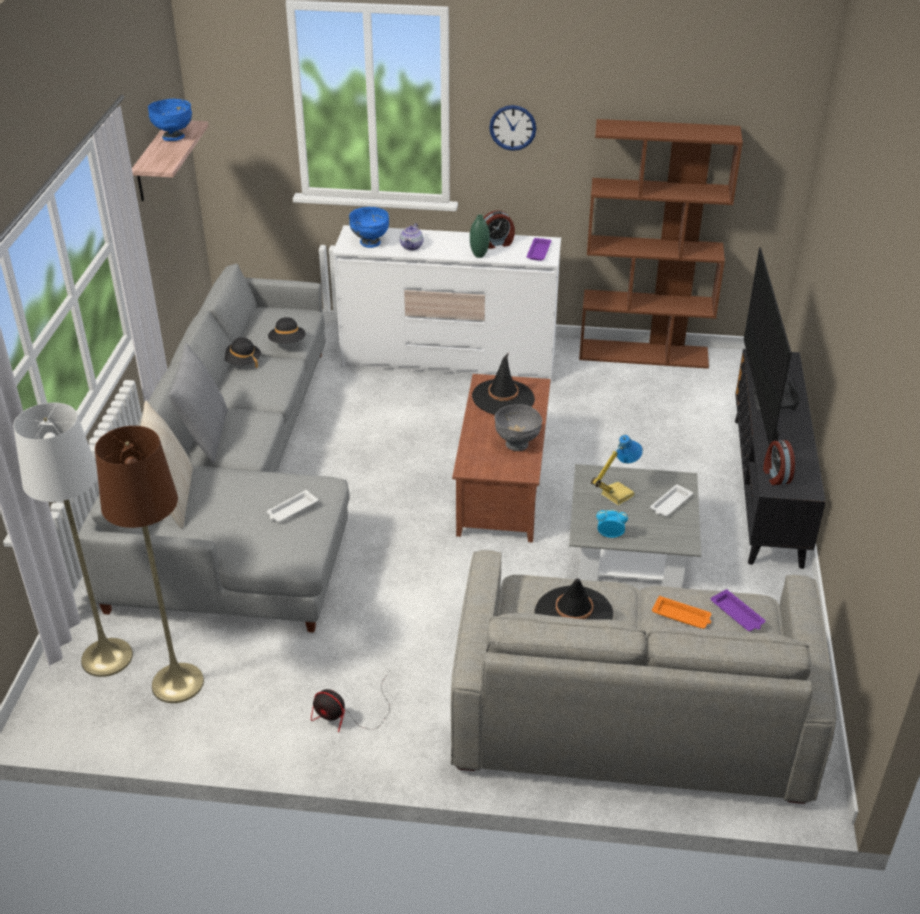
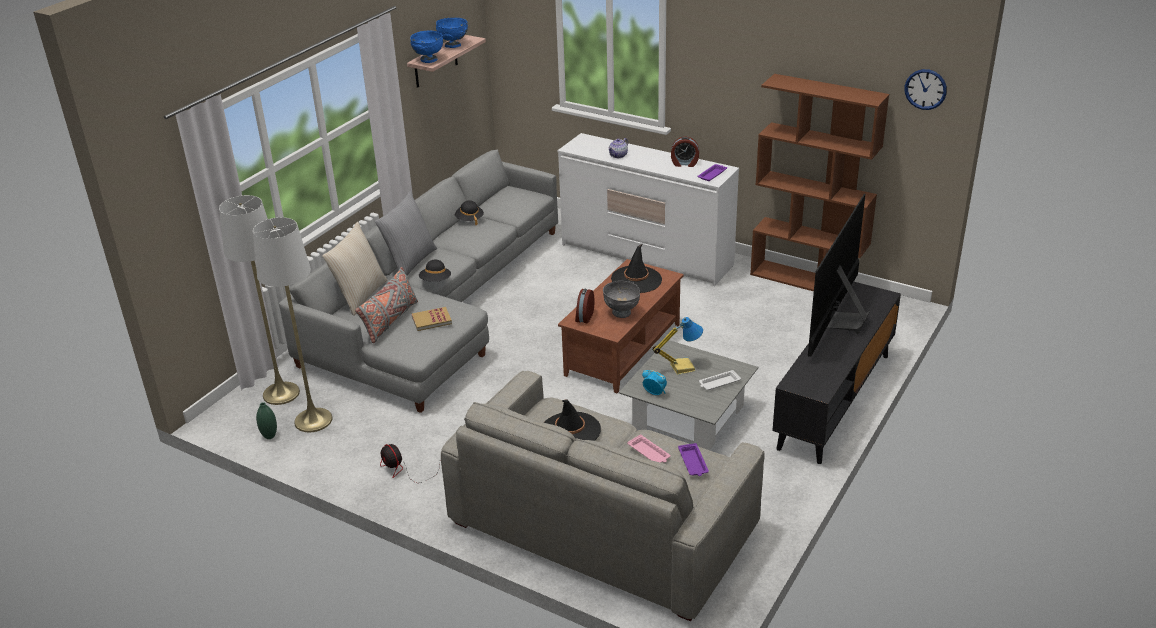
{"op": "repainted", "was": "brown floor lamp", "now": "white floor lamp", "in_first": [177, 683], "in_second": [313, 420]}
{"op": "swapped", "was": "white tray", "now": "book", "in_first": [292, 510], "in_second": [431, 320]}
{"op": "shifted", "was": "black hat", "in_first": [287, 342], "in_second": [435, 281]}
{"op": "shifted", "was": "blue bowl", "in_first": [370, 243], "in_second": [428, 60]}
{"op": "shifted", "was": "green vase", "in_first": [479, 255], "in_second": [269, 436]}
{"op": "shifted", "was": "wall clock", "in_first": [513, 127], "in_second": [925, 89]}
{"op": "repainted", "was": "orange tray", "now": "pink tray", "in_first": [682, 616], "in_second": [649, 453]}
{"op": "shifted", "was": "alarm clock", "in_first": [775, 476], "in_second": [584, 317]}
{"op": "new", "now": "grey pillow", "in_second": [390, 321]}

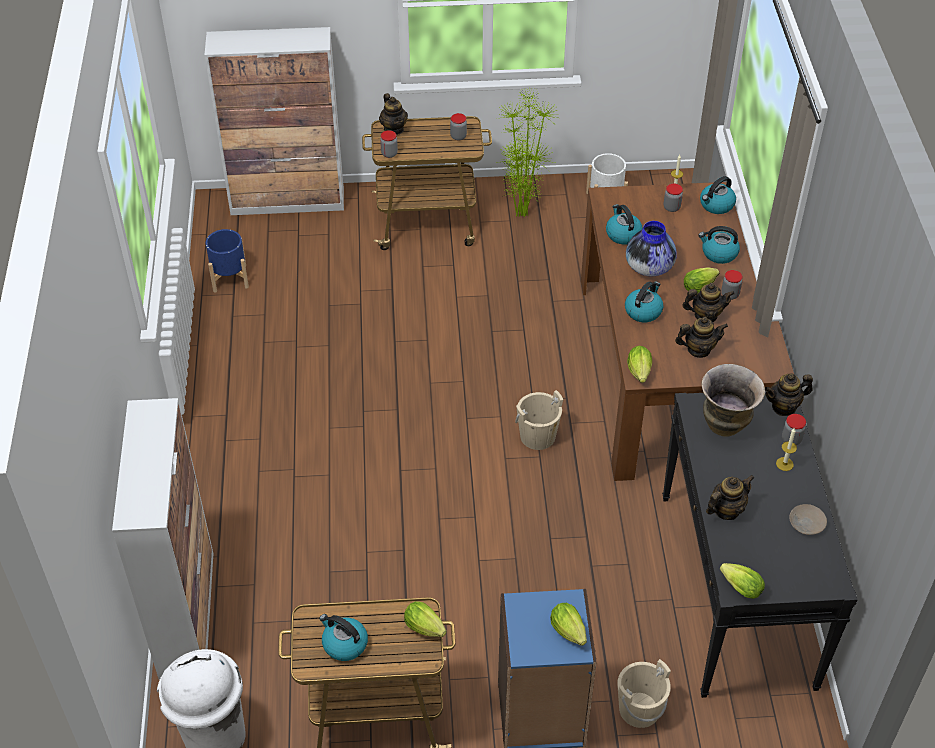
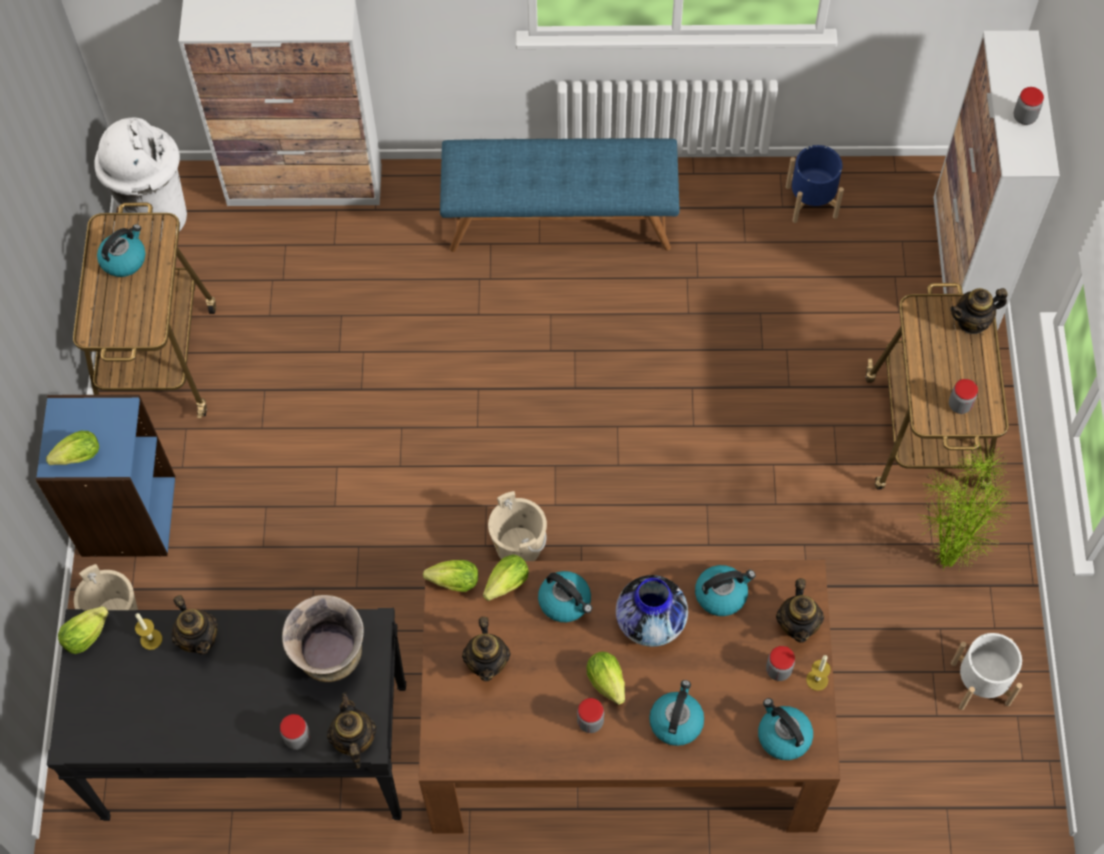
{"op": "shifted", "was": "jar", "in_first": [389, 154], "in_second": [1024, 117]}
{"op": "shifted", "was": "lettuce", "in_first": [426, 629], "in_second": [504, 585]}
{"op": "shifted", "was": "teapot", "in_first": [705, 316], "in_second": [798, 624]}
{"op": "shifted", "was": "candle", "in_first": [784, 464], "in_second": [151, 639]}
{"op": "gone", "was": "beige plate", "in_first": [806, 523]}
{"op": "new", "now": "blue bench", "in_second": [560, 218]}

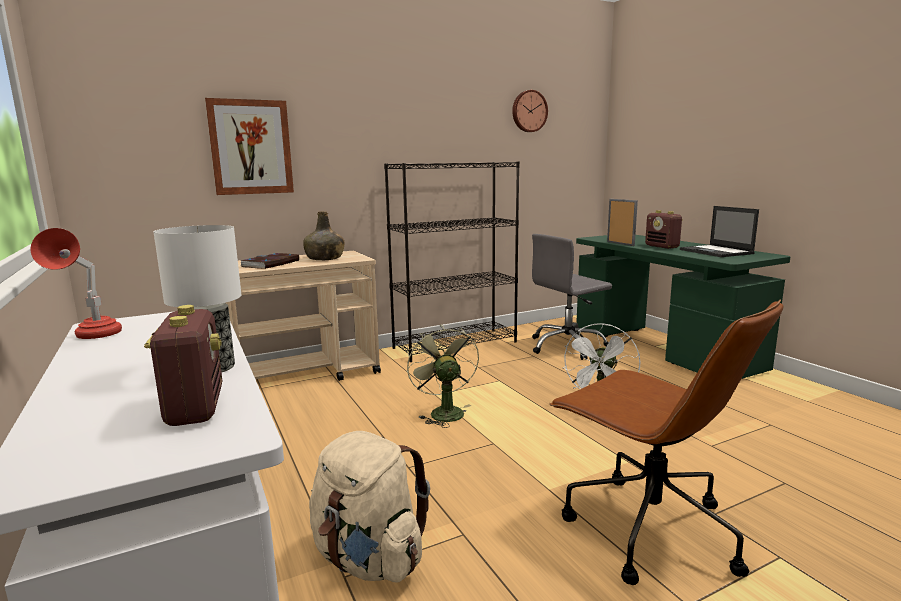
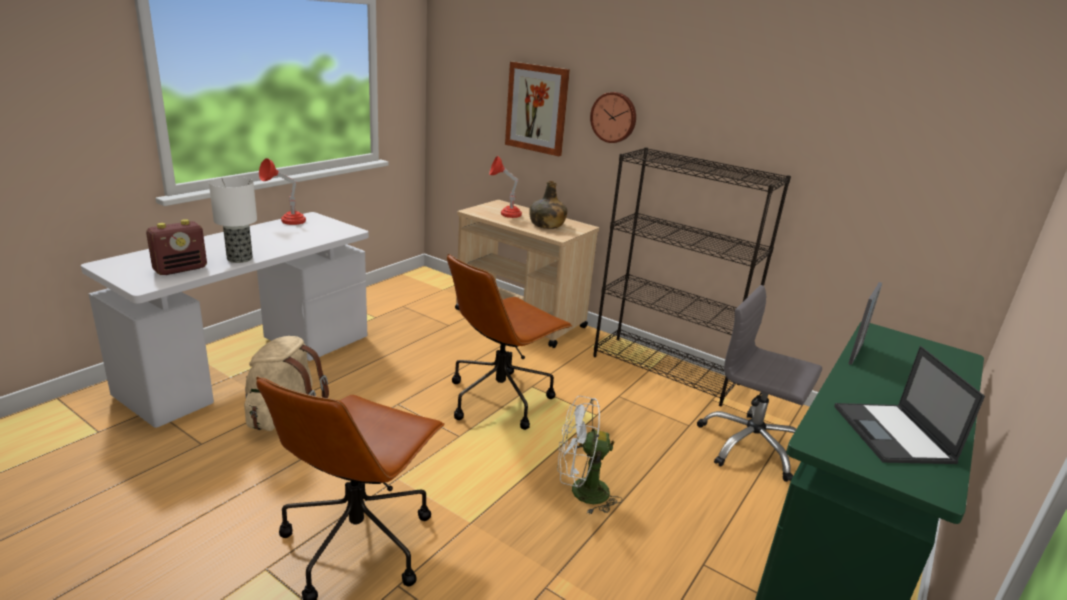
{"op": "swapped", "was": "book", "now": "red table lamp", "in_first": [271, 264], "in_second": [504, 214]}
{"op": "swapped", "was": "green fan", "now": "brown office chair", "in_first": [443, 412], "in_second": [500, 398]}
{"op": "shifted", "was": "wall clock", "in_first": [528, 111], "in_second": [614, 117]}
{"op": "gone", "was": "radio", "in_first": [662, 246]}
{"op": "rotated", "was": "laptop", "in_first": [716, 252], "in_second": [893, 434], "clockwise": -45}

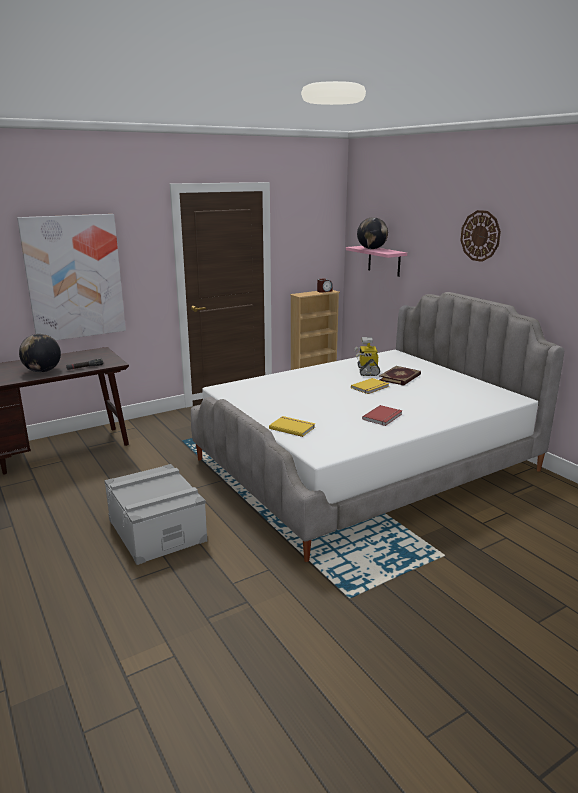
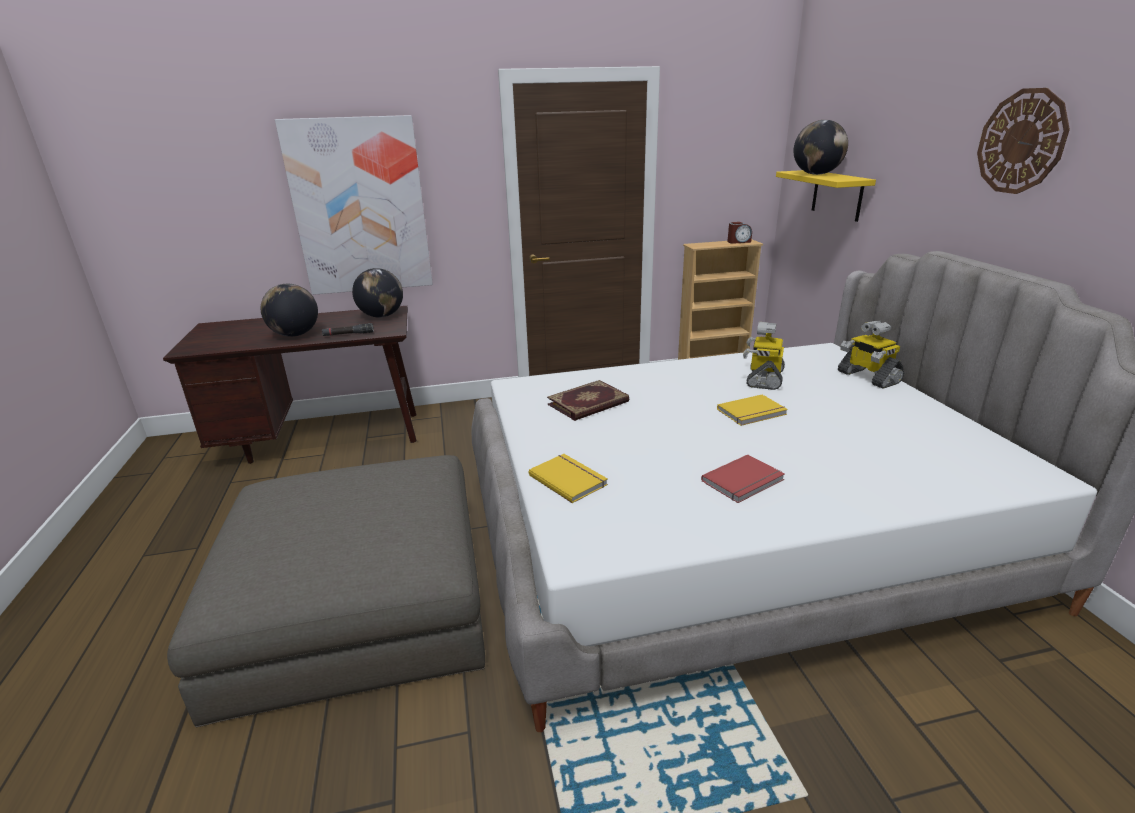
{"op": "swapped", "was": "grey storage box", "now": "grey ottoman", "in_first": [157, 530], "in_second": [357, 600]}
{"op": "repainted", "was": "pink shelf", "now": "yellow shelf", "in_first": [384, 261], "in_second": [837, 195]}
{"op": "shifted", "was": "book", "in_first": [400, 377], "in_second": [589, 404]}
{"op": "new", "now": "globe", "in_second": [381, 316]}
{"op": "new", "now": "toy robot", "in_second": [867, 377]}

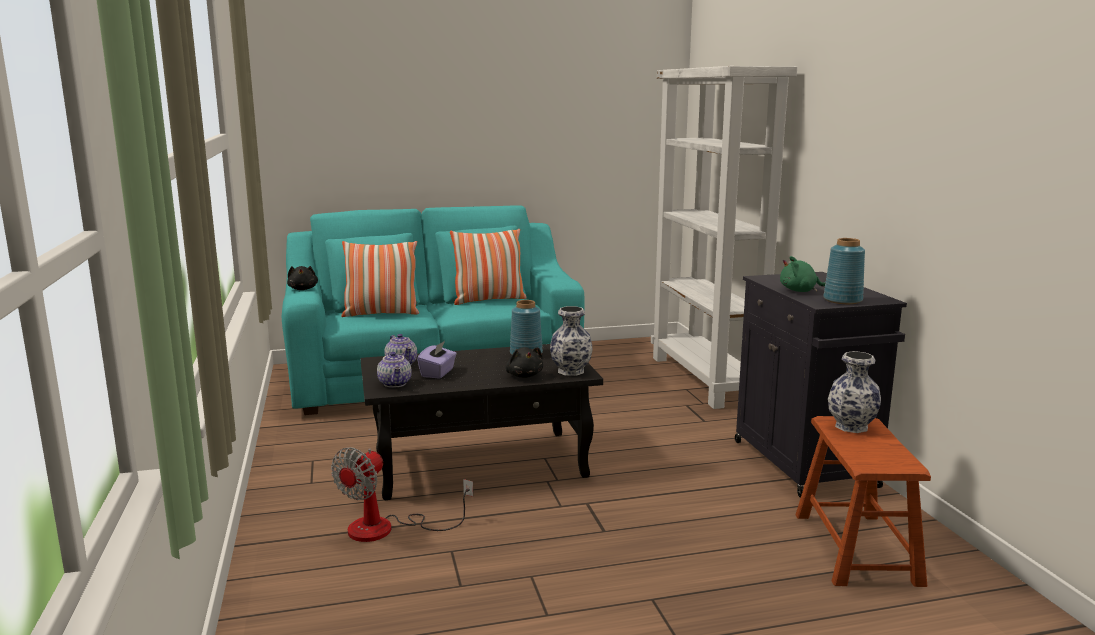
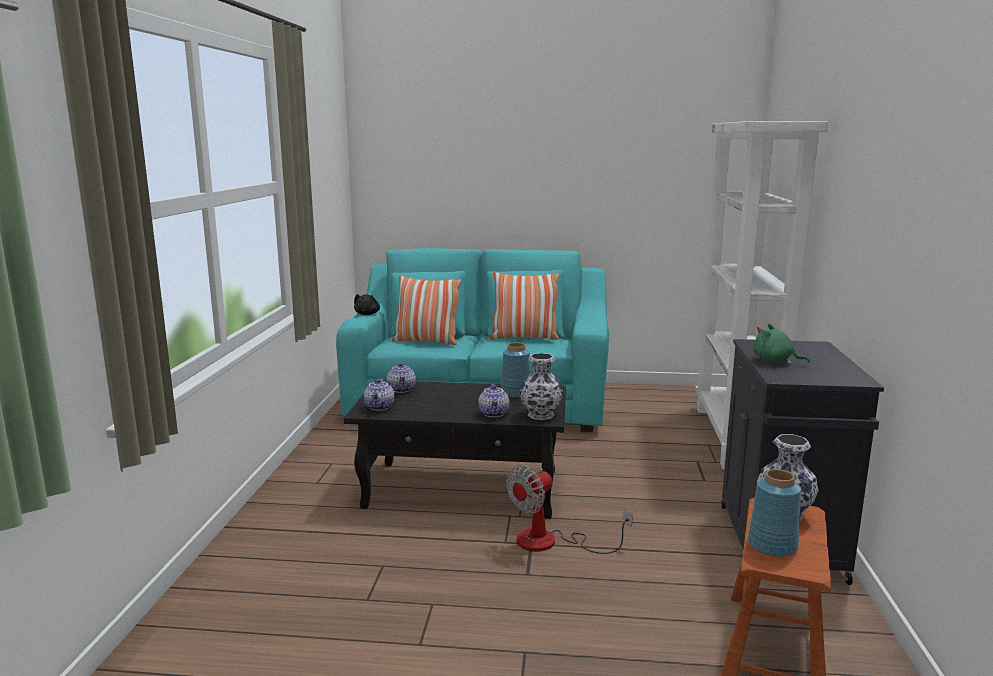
{"op": "shifted", "was": "fan", "in_first": [387, 529], "in_second": [551, 542]}
{"op": "gone", "was": "purple tissue box", "in_first": [438, 373]}
{"op": "swapped", "was": "black plush toy", "now": "teapot", "in_first": [524, 375], "in_second": [494, 414]}
{"op": "shifted", "was": "blue vase", "in_first": [842, 300], "in_second": [771, 545]}

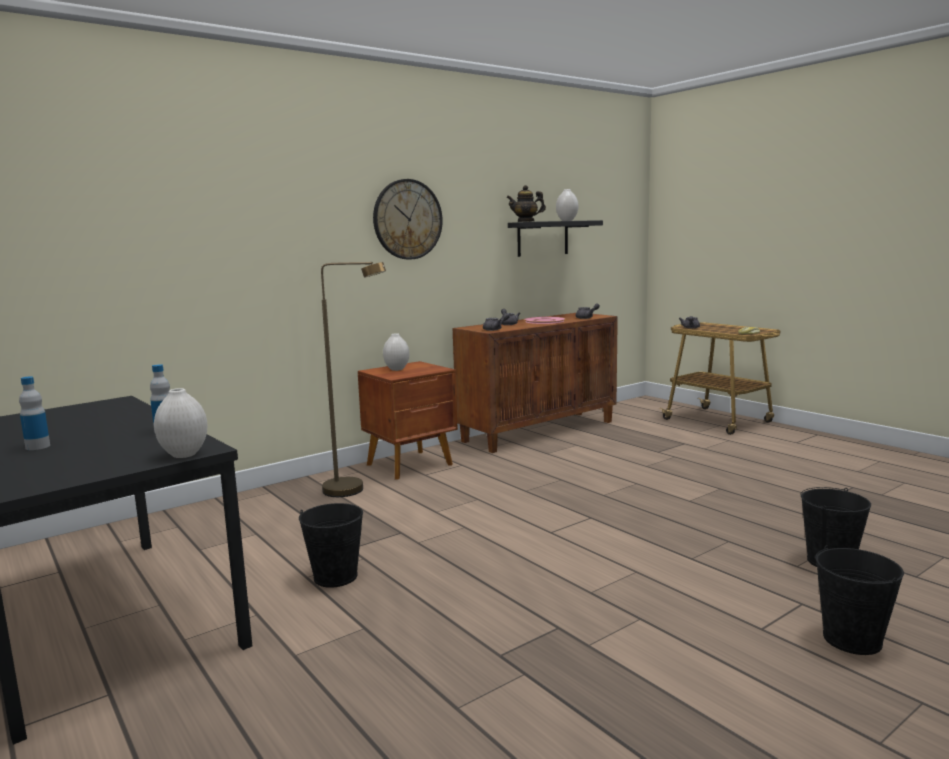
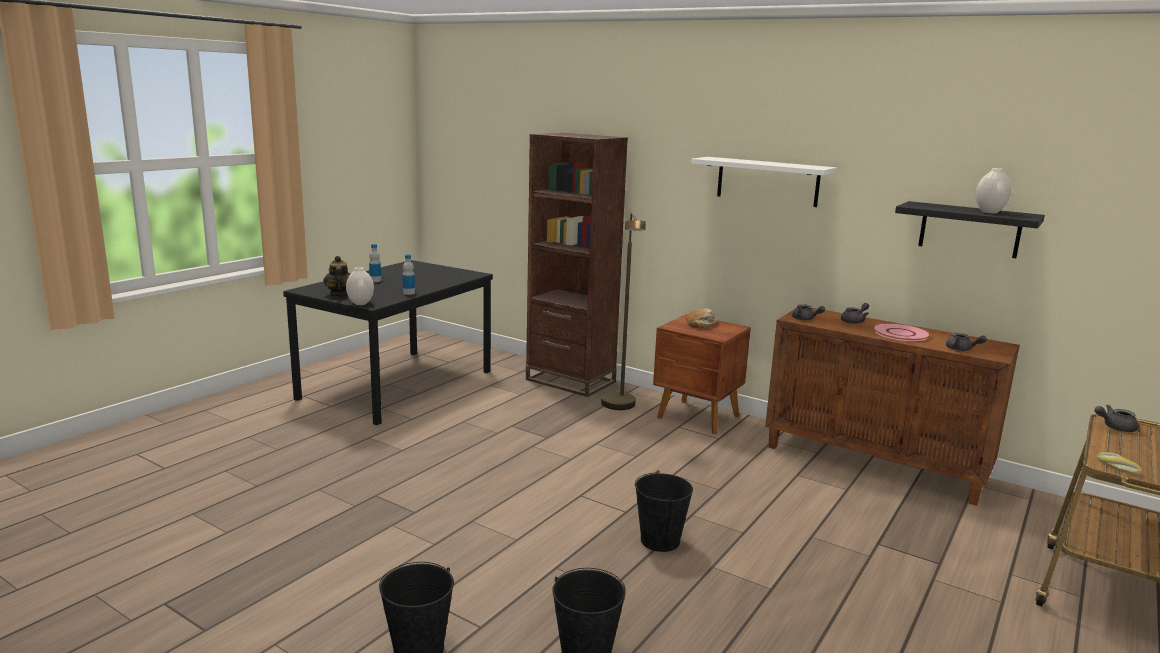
{"op": "shifted", "was": "black bucket", "in_first": [335, 576], "in_second": [660, 540]}
{"op": "swapped", "was": "wall clock", "now": "white shelf", "in_first": [407, 219], "in_second": [767, 181]}
{"op": "swapped", "was": "white vase", "now": "bread", "in_first": [396, 369], "in_second": [701, 324]}
{"op": "shifted", "was": "teapot", "in_first": [526, 221], "in_second": [339, 294]}
{"op": "new", "now": "brown bookcase", "in_second": [570, 381]}

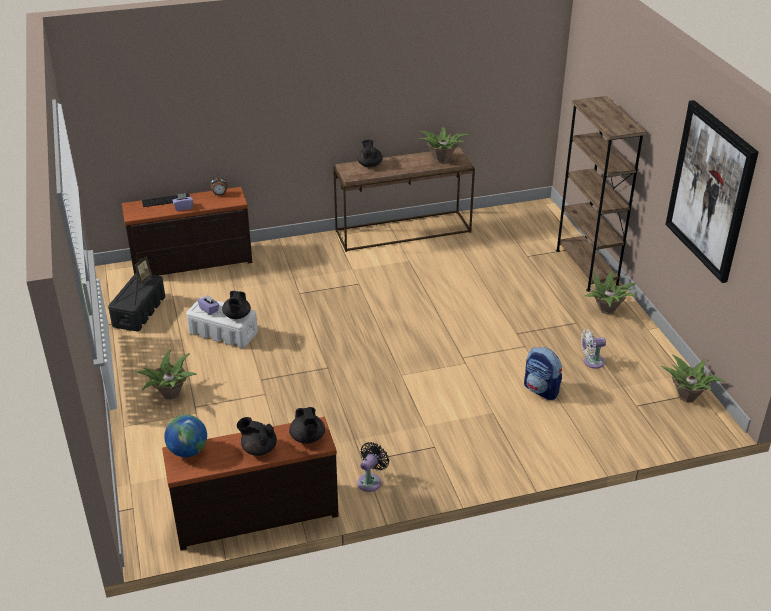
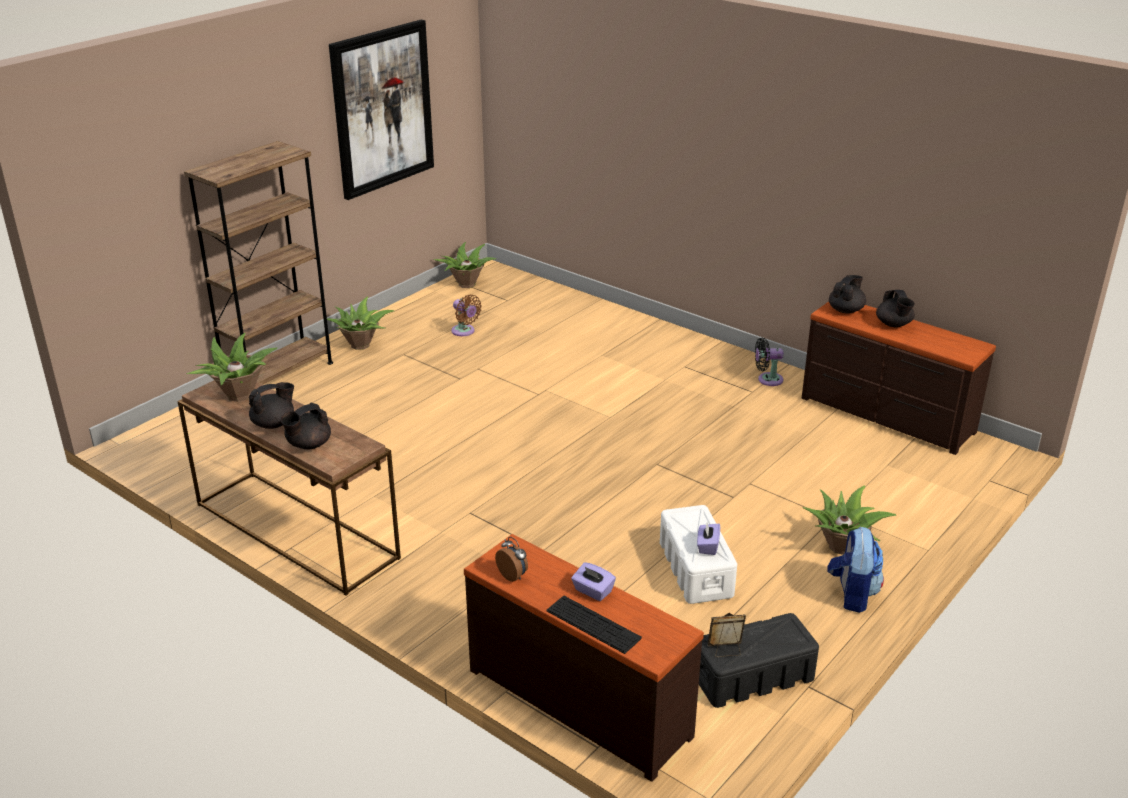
{"op": "gone", "was": "globe", "in_first": [188, 451]}
{"op": "shifted", "was": "black teapot", "in_first": [237, 316], "in_second": [274, 424]}
{"op": "shifted", "was": "backpack", "in_first": [541, 390], "in_second": [852, 594]}
{"op": "repainted", "was": "white fan", "now": "brown fan", "in_first": [591, 362], "in_second": [464, 331]}

